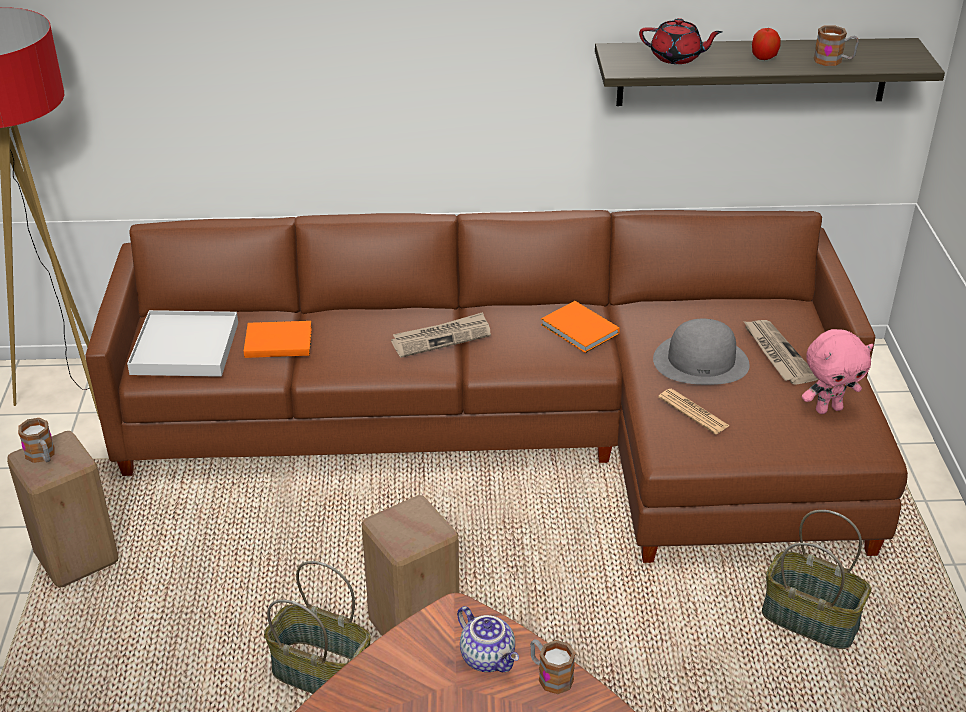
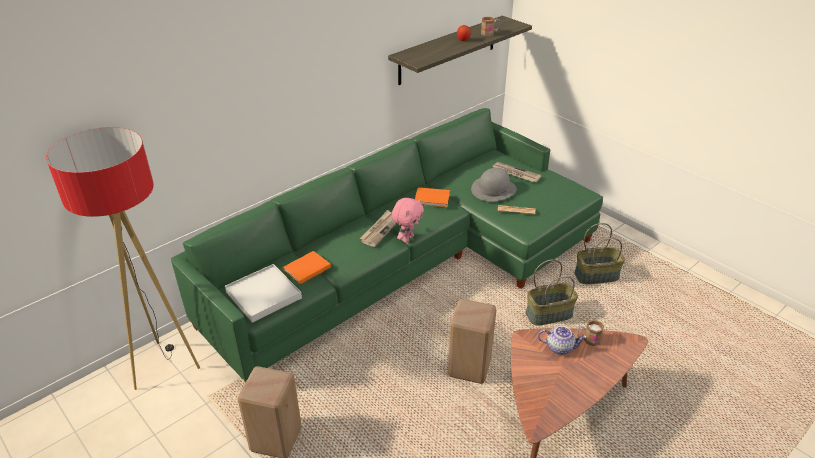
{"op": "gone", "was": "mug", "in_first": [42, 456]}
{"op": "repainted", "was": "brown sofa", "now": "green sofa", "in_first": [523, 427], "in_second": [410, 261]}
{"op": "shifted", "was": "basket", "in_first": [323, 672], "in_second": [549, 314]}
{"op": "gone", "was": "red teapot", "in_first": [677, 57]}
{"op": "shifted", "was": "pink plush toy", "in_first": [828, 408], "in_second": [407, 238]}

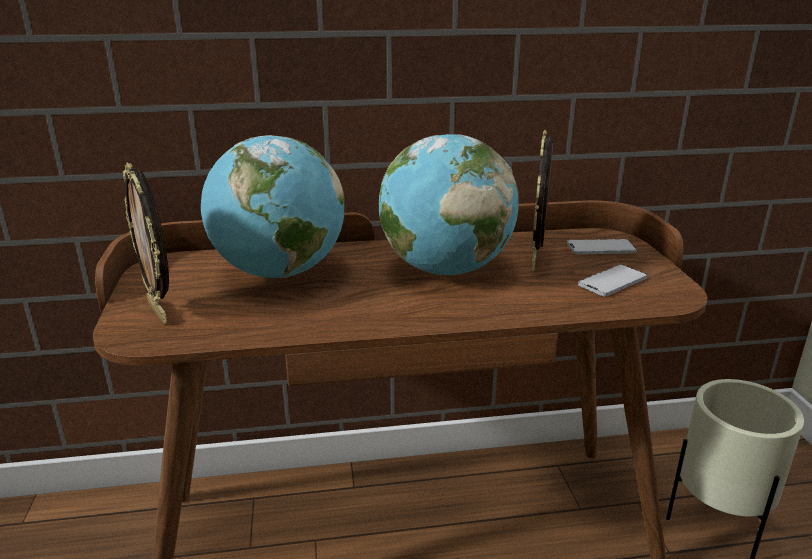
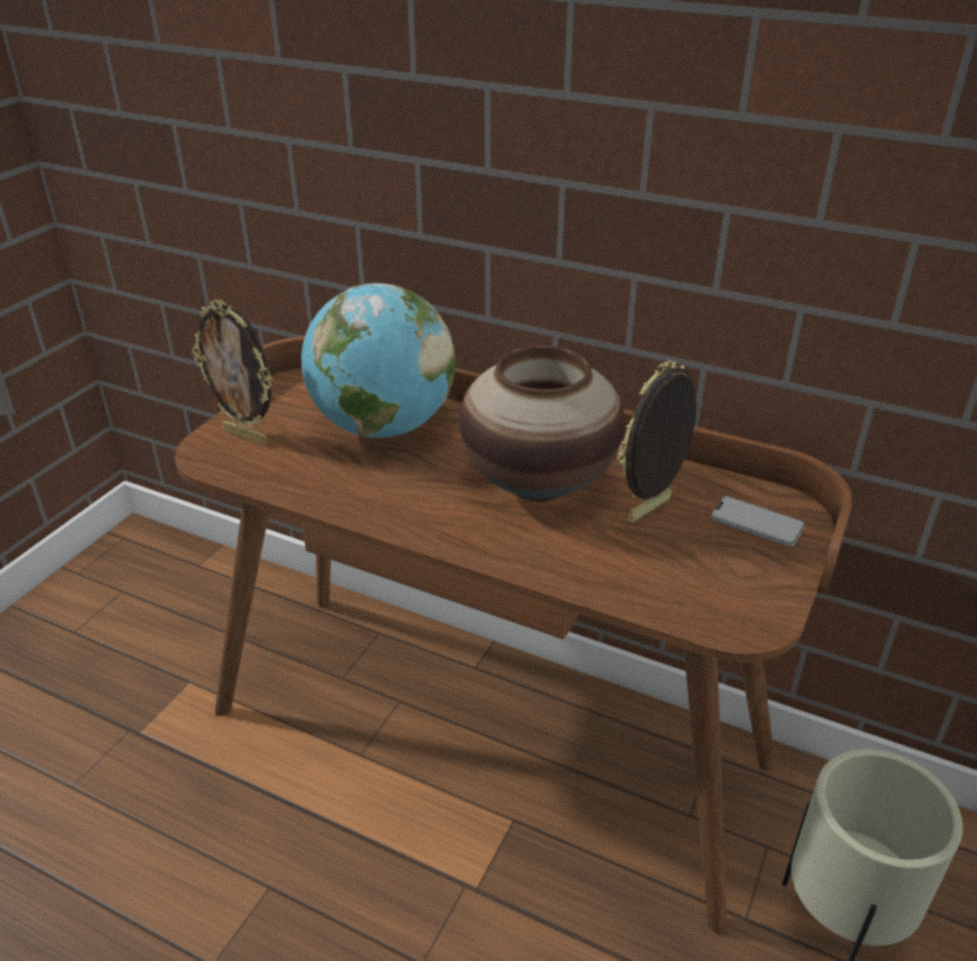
{"op": "rotated", "was": "picture frame", "in_first": [160, 312], "in_second": [246, 436], "clockwise": -60}
{"op": "swapped", "was": "globe", "now": "vase", "in_first": [445, 270], "in_second": [538, 484]}
{"op": "gone", "was": "phone", "in_first": [612, 282]}

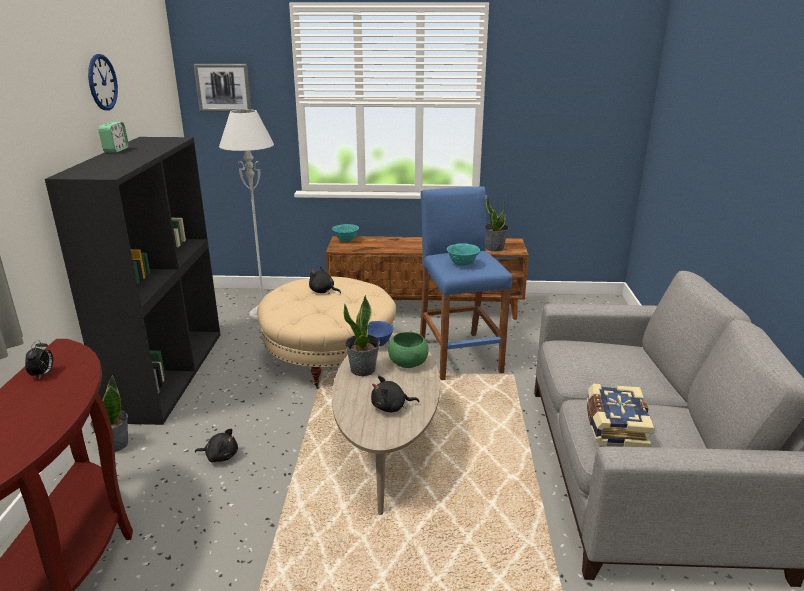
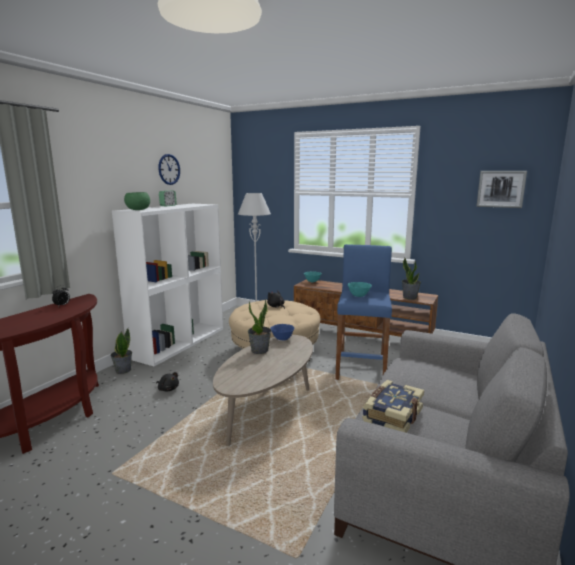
{"op": "repainted", "was": "black bookcase", "now": "white bookcase", "in_first": [167, 373], "in_second": [179, 342]}
{"op": "shifted", "was": "picture", "in_first": [223, 87], "in_second": [501, 189]}
{"op": "gone", "was": "black plush toy", "in_first": [391, 407]}
{"op": "shifted", "was": "green bowl", "in_first": [408, 363], "in_second": [138, 209]}

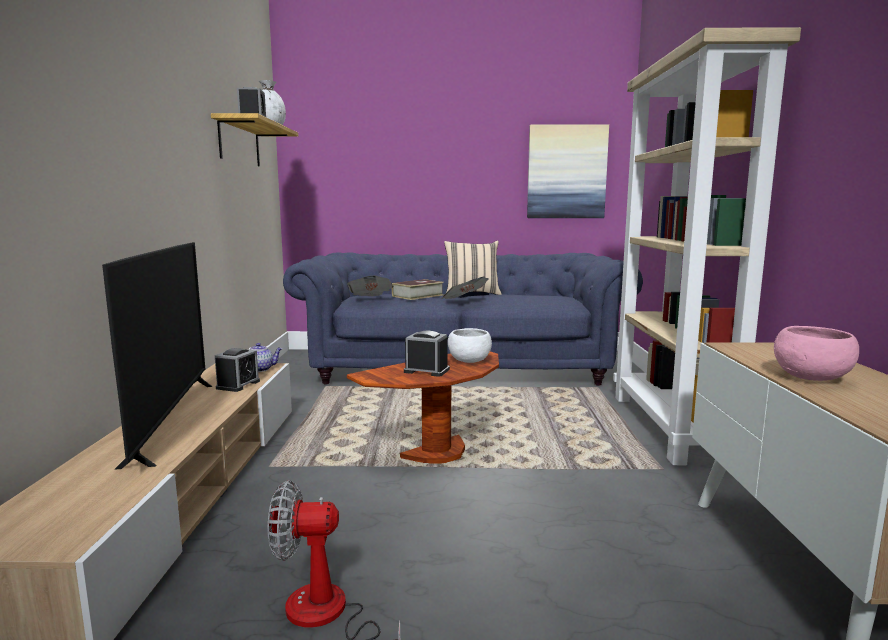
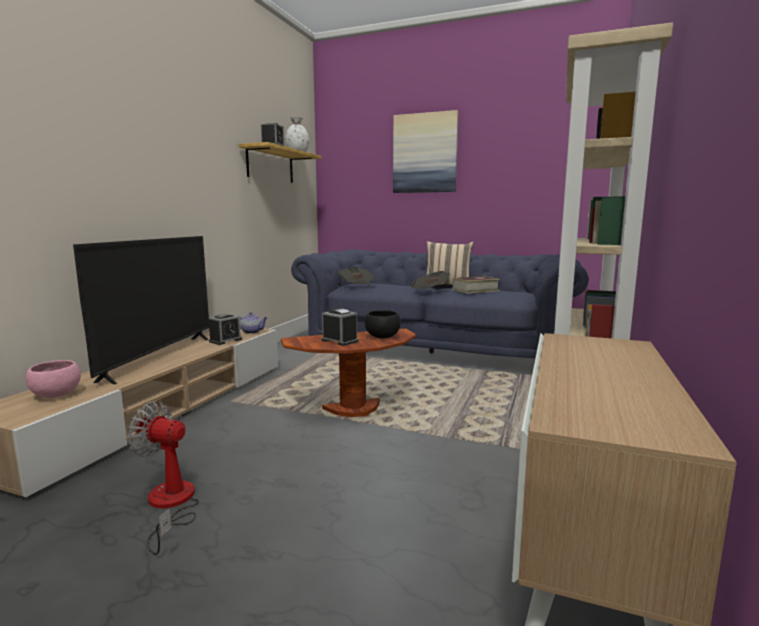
{"op": "shifted", "was": "book", "in_first": [417, 295], "in_second": [475, 290]}
{"op": "repainted", "was": "white bowl", "now": "black bowl", "in_first": [469, 361], "in_second": [382, 337]}
{"op": "shifted", "was": "picture", "in_first": [566, 172], "in_second": [425, 153]}
{"op": "shifted", "was": "pink bowl", "in_first": [810, 378], "in_second": [56, 395]}

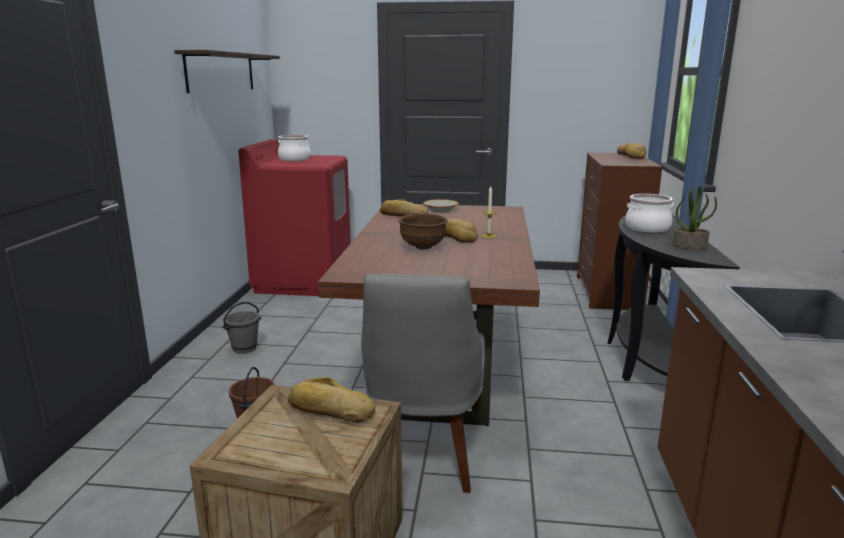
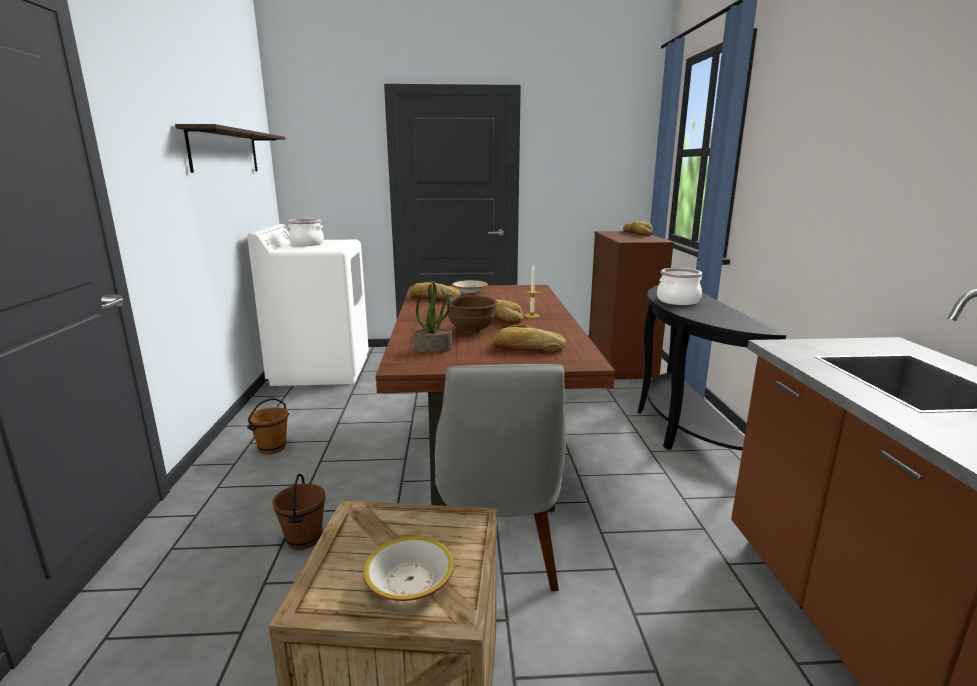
{"op": "repainted", "was": "grey bucket", "now": "brown bucket", "in_first": [244, 348], "in_second": [272, 448]}
{"op": "repainted", "was": "red washing machine", "now": "white washing machine", "in_first": [303, 281], "in_second": [321, 369]}
{"op": "shifted", "was": "bread", "in_first": [330, 410], "in_second": [528, 348]}
{"op": "shifted", "was": "potted plant", "in_first": [690, 246], "in_second": [434, 349]}
{"op": "new", "now": "bowl", "in_second": [410, 580]}

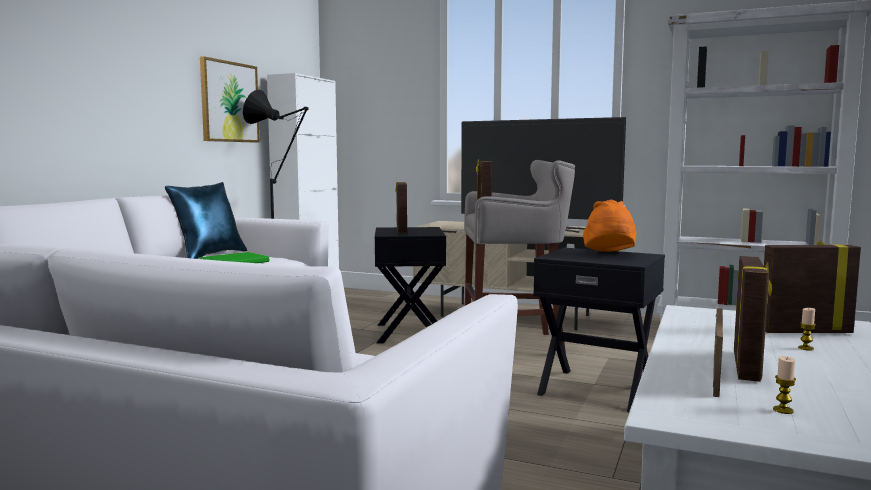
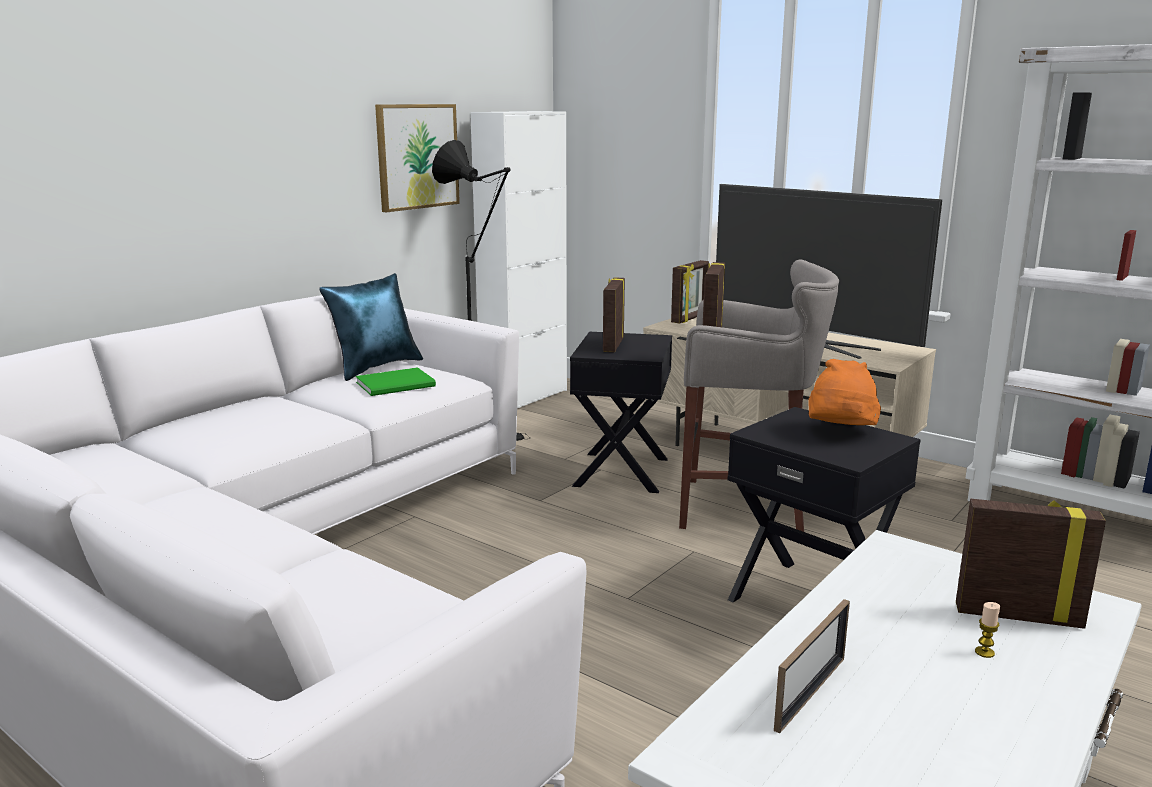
{"op": "shifted", "was": "picture frame", "in_first": [748, 366], "in_second": [690, 319]}
{"op": "gone", "was": "candle", "in_first": [783, 410]}

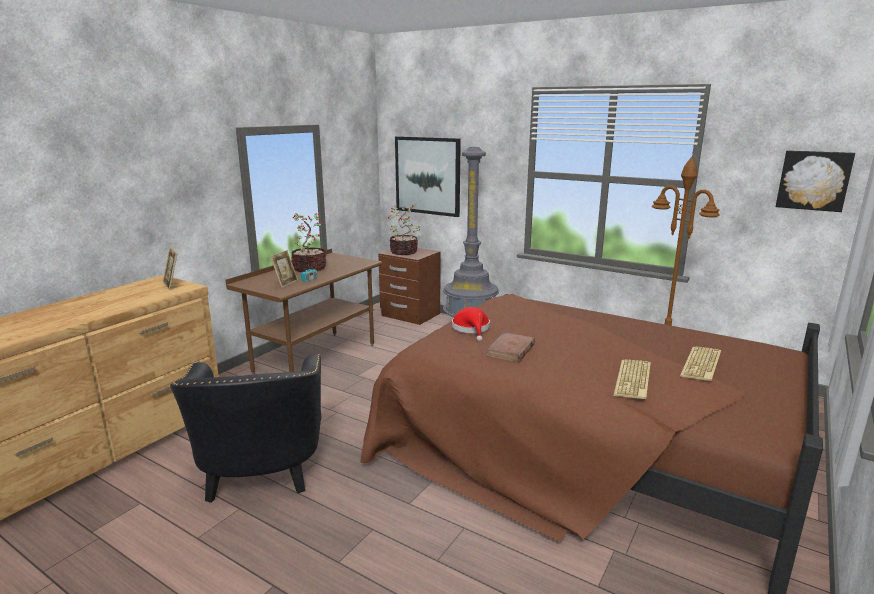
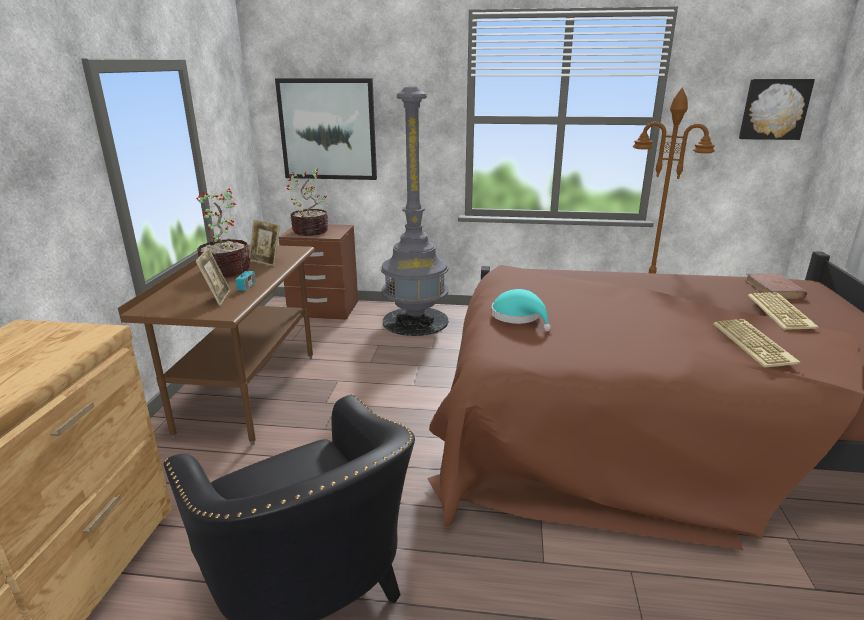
{"op": "shifted", "was": "picture frame", "in_first": [172, 285], "in_second": [266, 261]}
{"op": "repainted", "was": "red hat", "now": "turquoise hat", "in_first": [471, 329], "in_second": [518, 317]}
{"op": "shifted", "was": "brown book", "in_first": [511, 350], "in_second": [774, 289]}

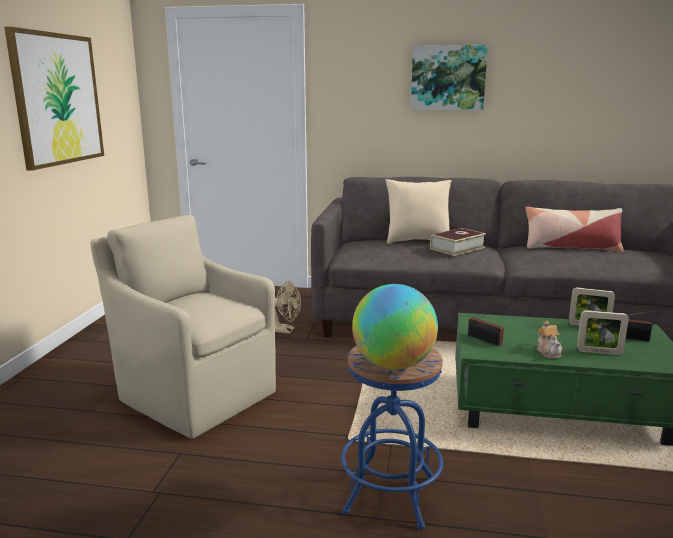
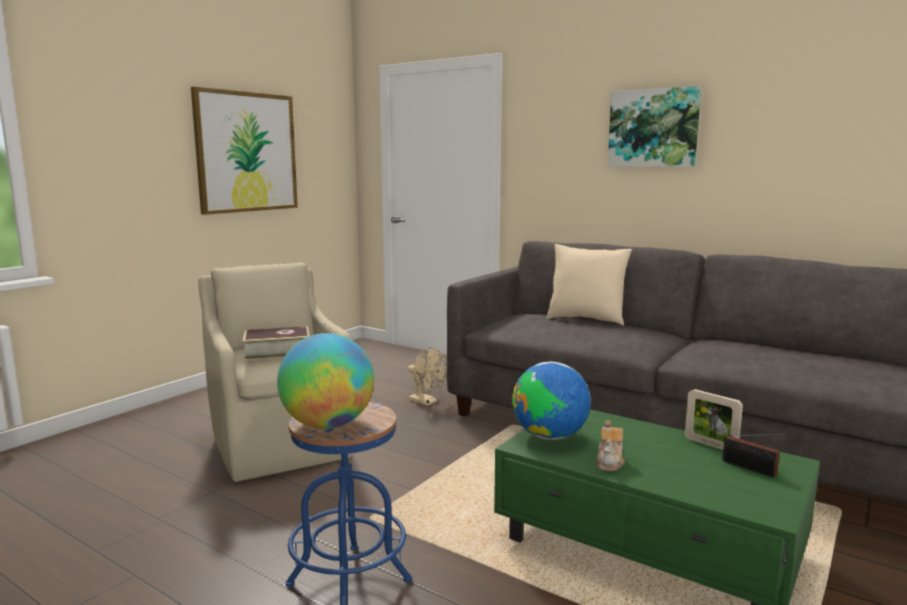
{"op": "shifted", "was": "book", "in_first": [457, 248], "in_second": [277, 352]}
{"op": "swapped", "was": "radio", "now": "globe", "in_first": [486, 341], "in_second": [550, 436]}
{"op": "gone", "was": "pillow", "in_first": [571, 248]}
{"op": "gone", "was": "picture frame", "in_first": [599, 352]}

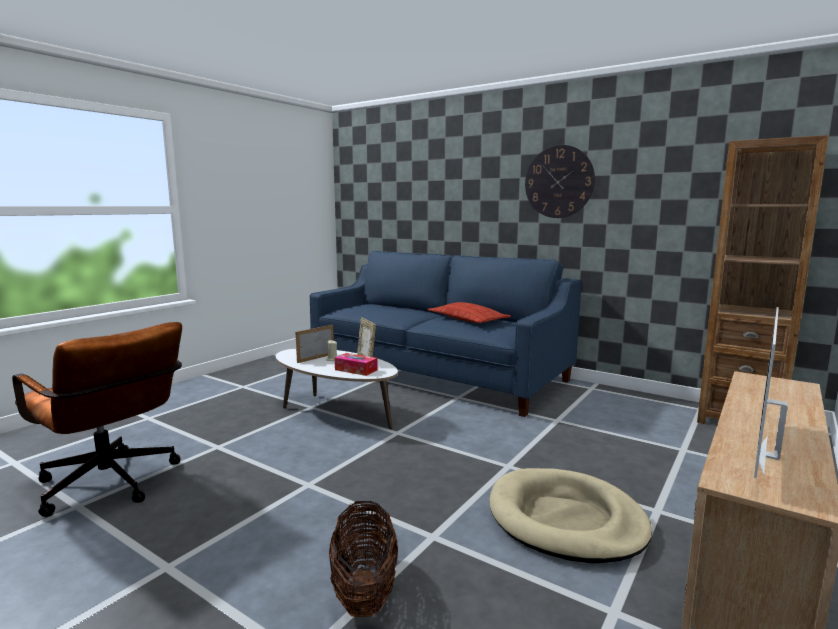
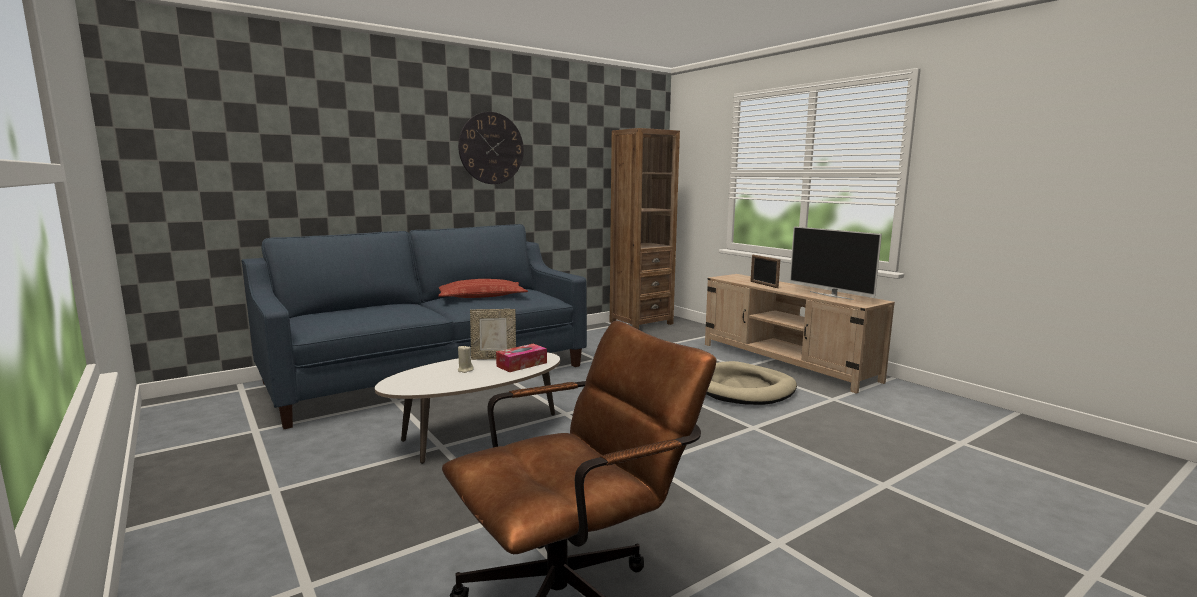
{"op": "shifted", "was": "picture frame", "in_first": [315, 358], "in_second": [763, 284]}
{"op": "gone", "was": "basket", "in_first": [364, 590]}

